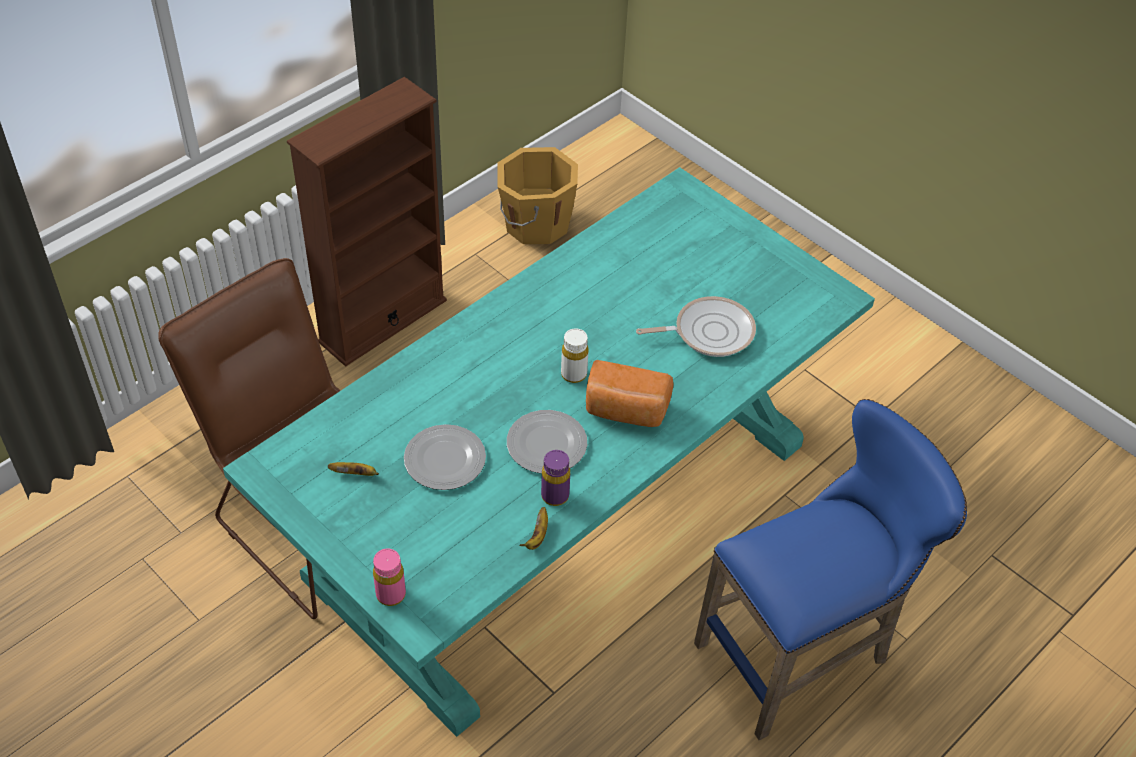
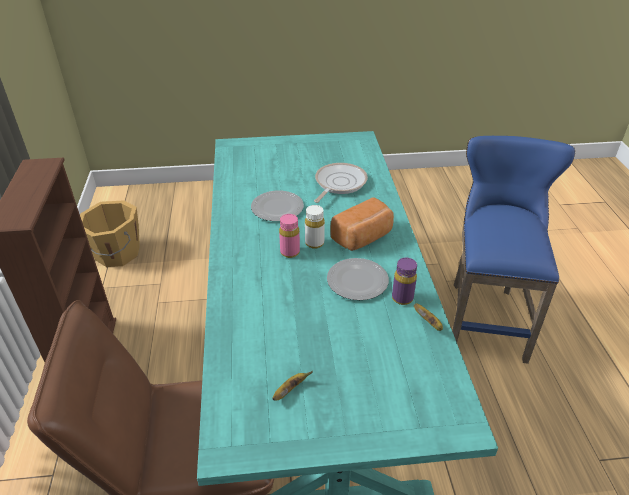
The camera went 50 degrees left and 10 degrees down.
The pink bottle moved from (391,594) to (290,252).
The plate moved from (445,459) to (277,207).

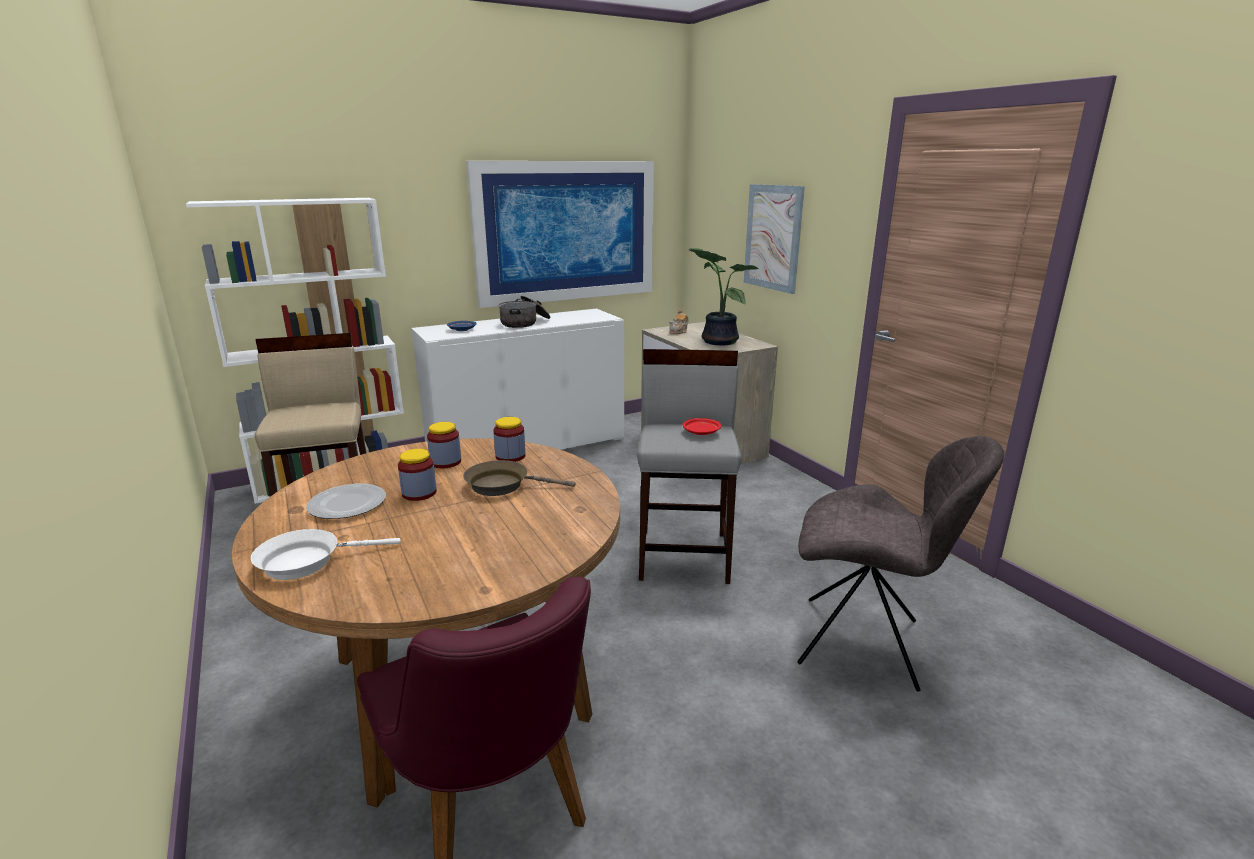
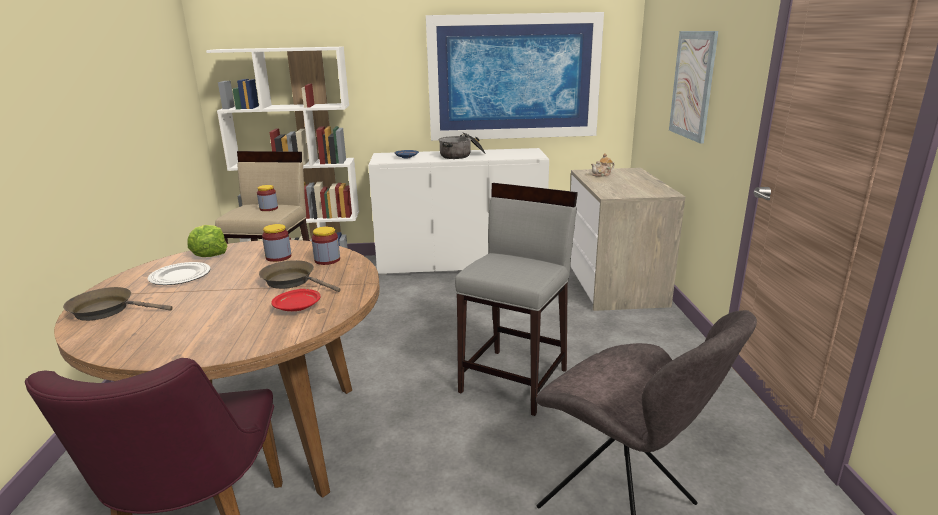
The camera went 25 degrees right and 0 degrees up.
The potted plant at (717,341) disappeared.
The lettuce at (209,253) appeared.
The jar moved from (419,493) to (268,208).
The red plate moved from (701,432) to (298,307).
The white frying pan at (306,561) became the brown frying pan at (107,310).

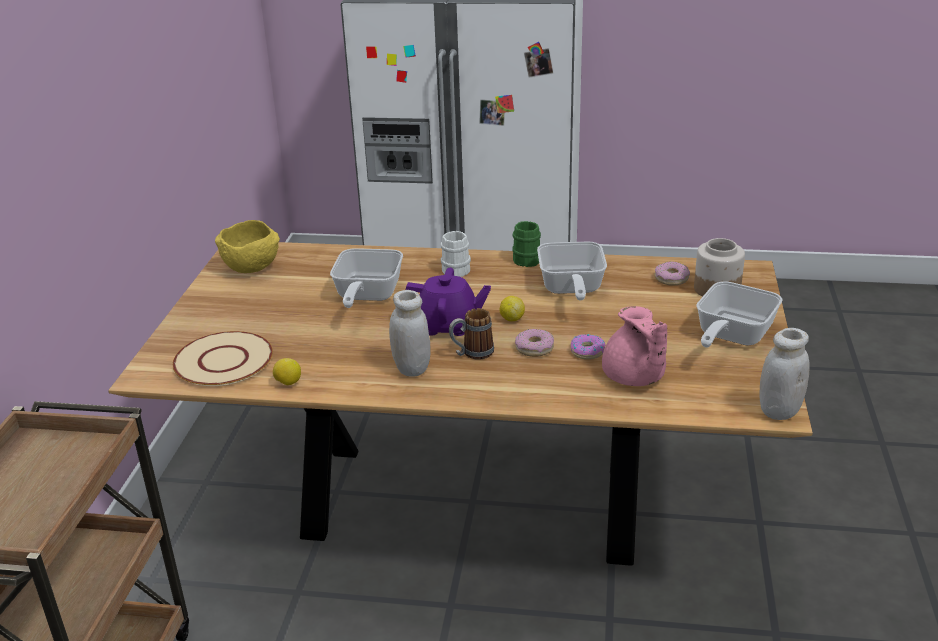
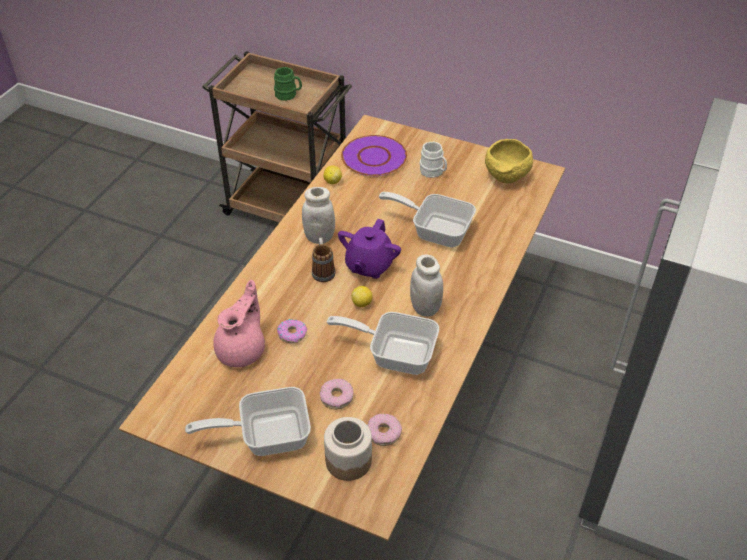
The camera went 105 degrees right and 15 degrees up.
The white mug moved from (458,269) to (433,172).
The green mug moved from (526,258) to (288,95).
The donut moved from (534,348) to (336,397).
The white jar moved from (779,411) to (425,308).
The beige plate at (223,360) became the purple plate at (374,157).
The pink teapot at (634,378) turned 120 degrees clockwise.
The frying pan at (730,336) turned 60 degrees counterclockwise.

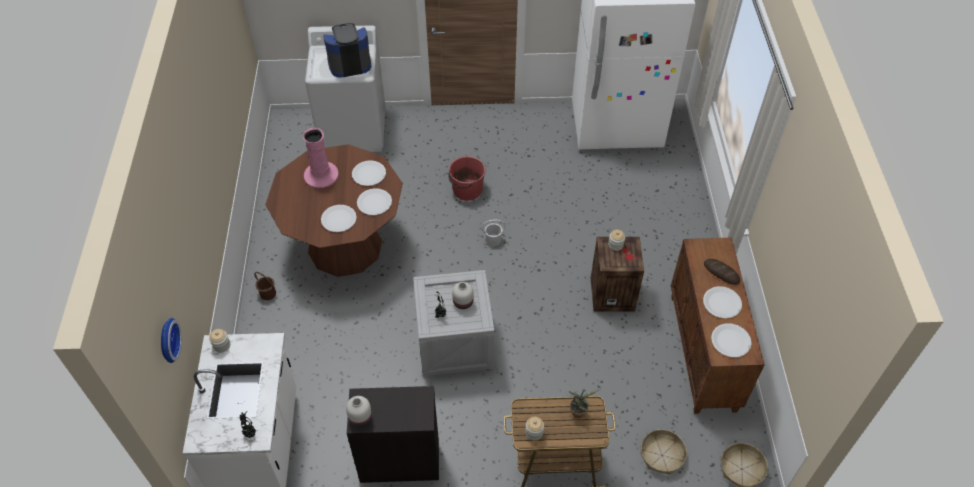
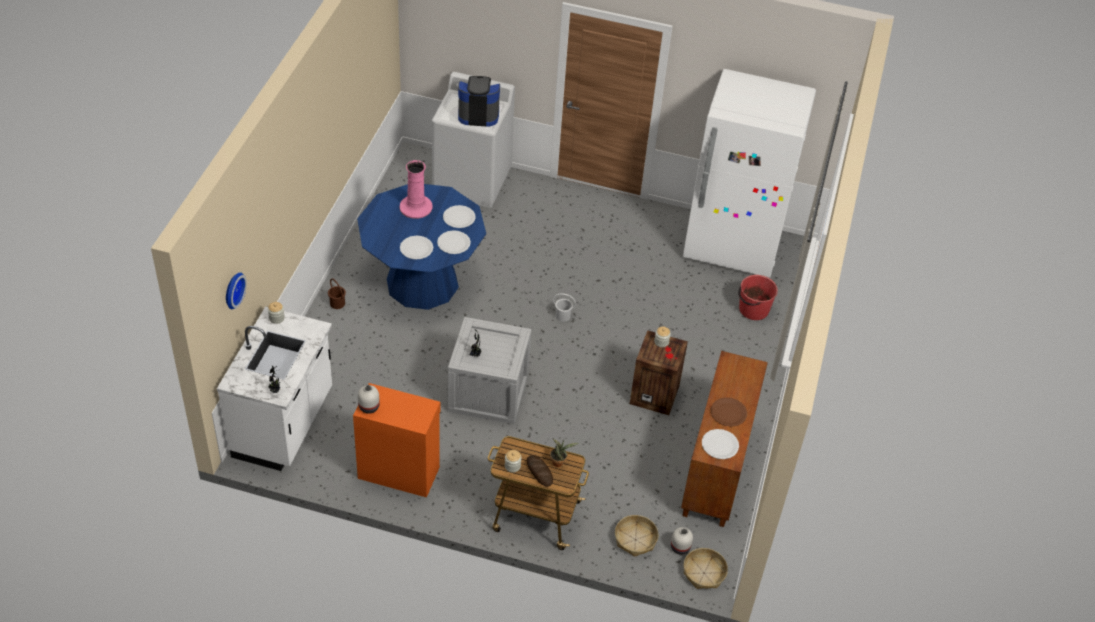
The camera went 15 degrees right and 5 degrees down.
The red bucket moved from (467,190) to (753,309).
The white vase moved from (462,302) to (679,547).
The bread moved from (721,273) to (539,472).
The brown dining table at (345,246) became the blue dining table at (422,283).
The black cabinet at (399,460) became the orange cabinet at (398,471).
The white plate at (722,303) became the brown plate at (728,413).

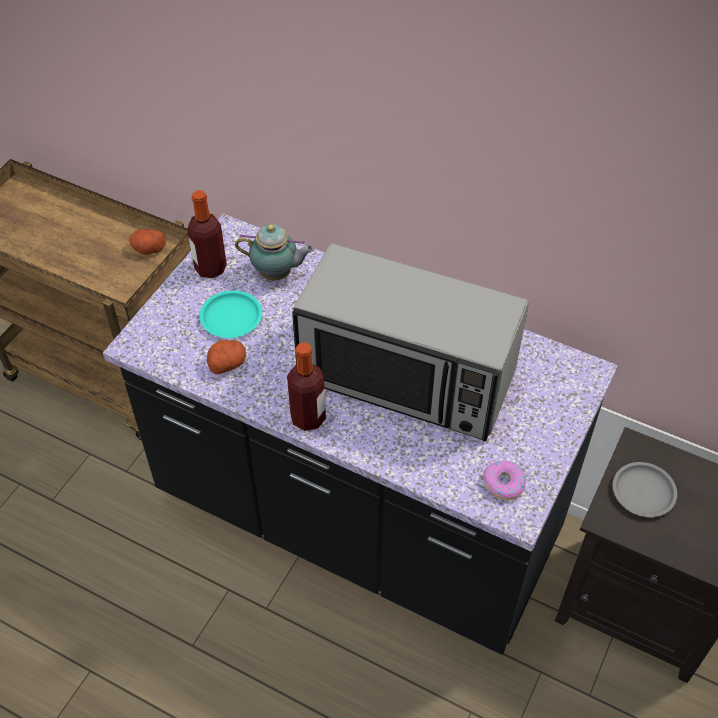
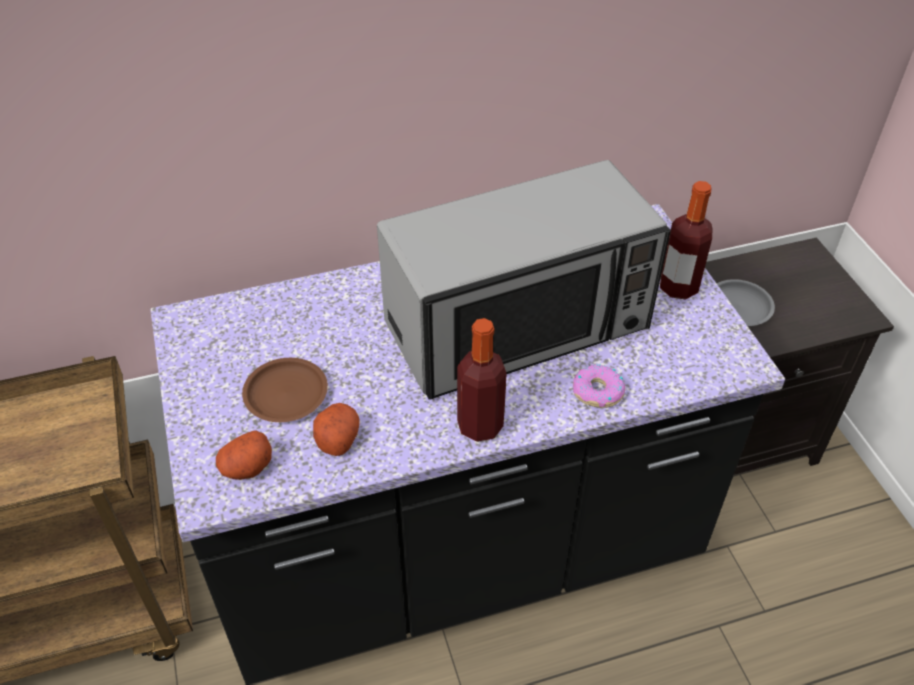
The camera went 45 degrees left and 5 degrees down.
The teapot at (277,274) disappeared.
The potato moved from (148,249) to (247,467).
The bottle moved from (210,268) to (678,287).
The donut moved from (503,483) to (597,392).
The turquoise plate at (231,318) became the brown plate at (287,394).

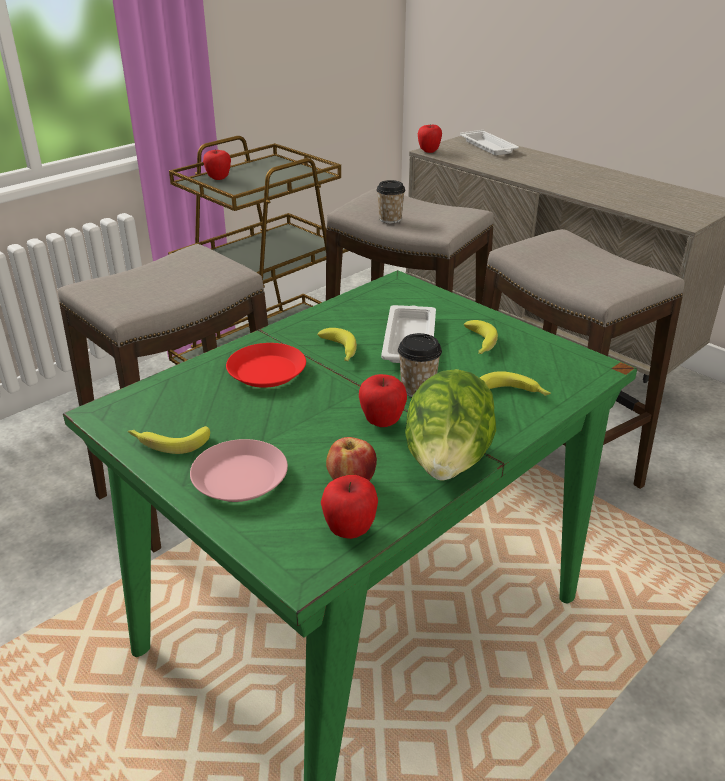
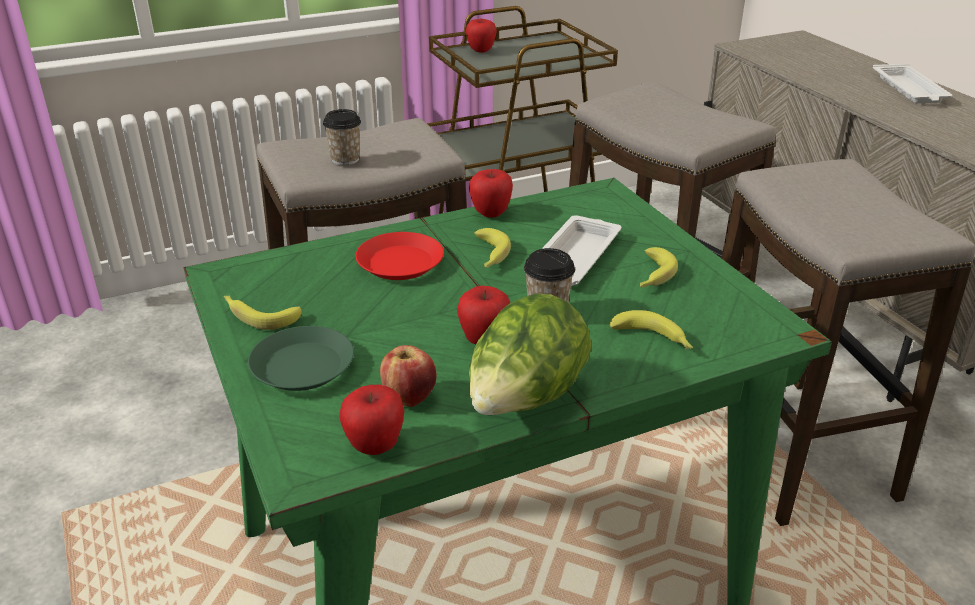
The camera went 20 degrees right and 0 degrees up.
The cup moved from (390,219) to (345,159).
The apple moved from (429,151) to (490,213).
The white tray moved from (489,147) to (909,90).
The pink plate at (240,477) became the green plate at (303,366).

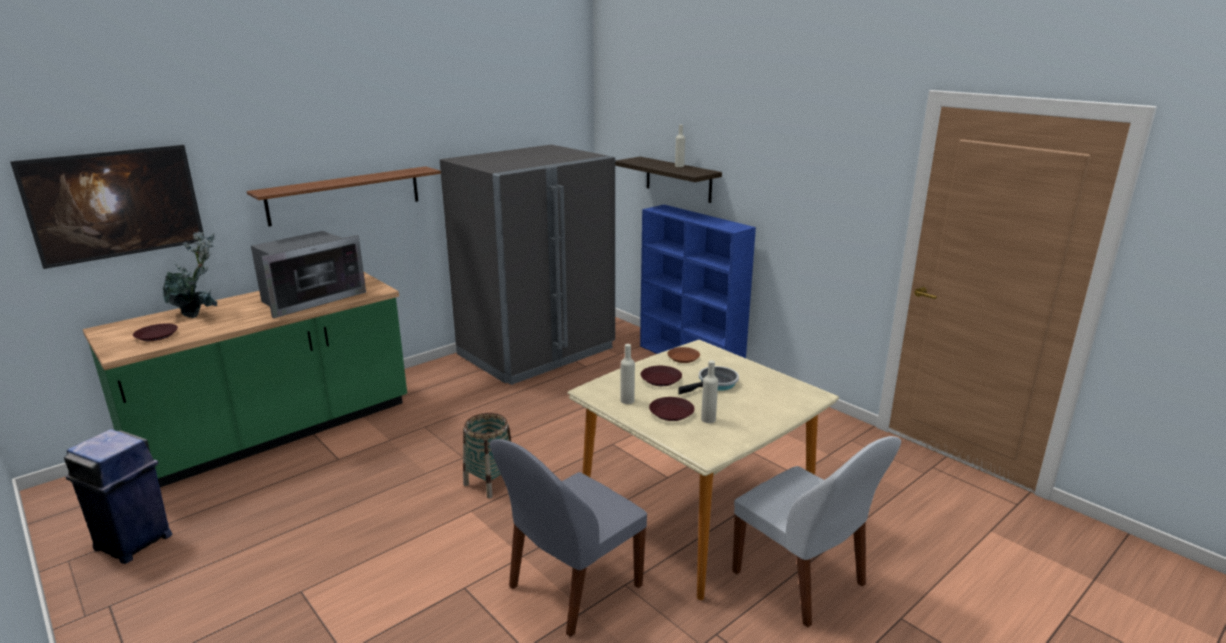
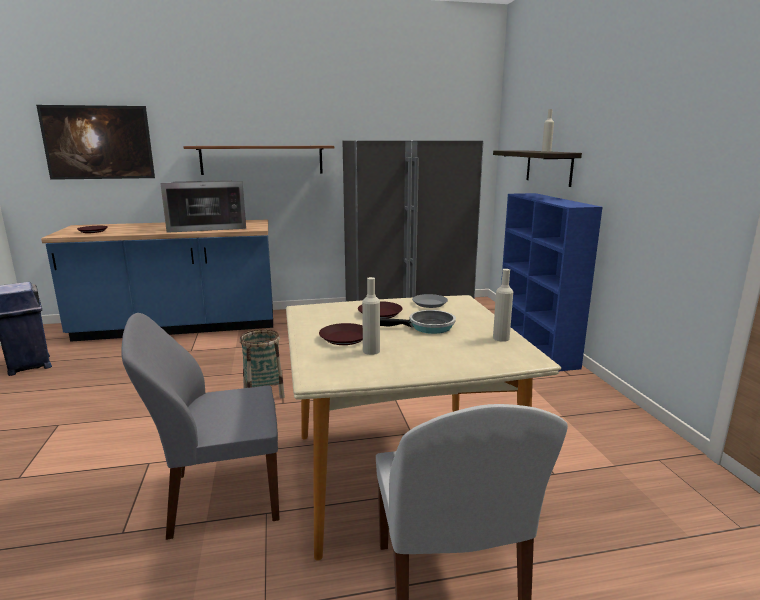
The camera went 30 degrees right and 5 degrees down.
The potted plant at (199,314) disappeared.
The beige bottle moved from (627,400) to (501,338).
The green counter at (275,433) became the blue counter at (178,327).
The brown plate at (683,357) became the grey plate at (430,303).

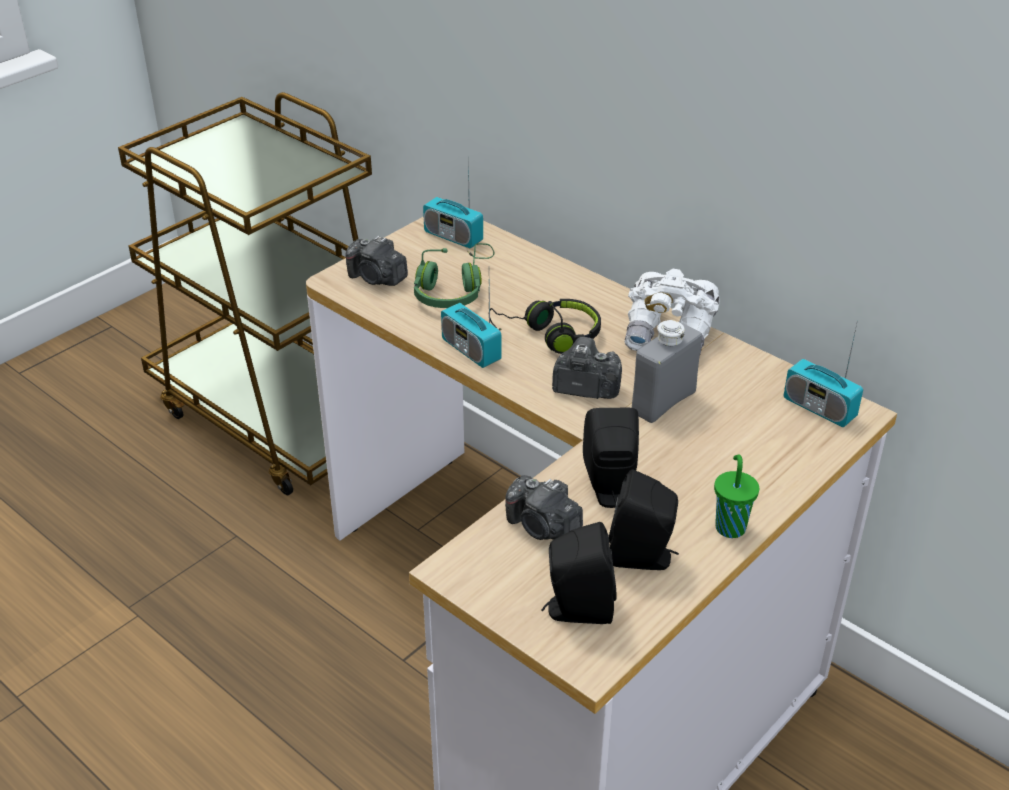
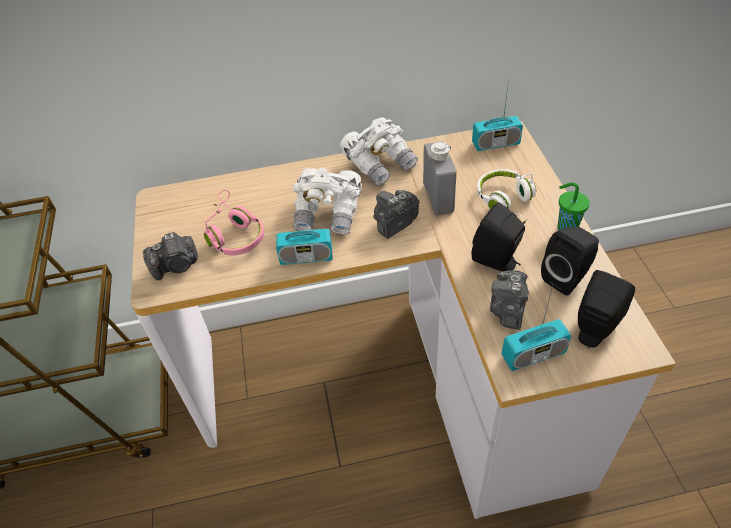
The camera went 50 degrees left and 10 degrees up.
The white headphones at (507,204) appeared.
The radio moved from (453,237) to (533,355).
The black headphones at (549,335) was replaced by the white binoculars at (329,213).
The green headphones at (453,290) became the pink headphones at (234,233).
The photo camera at (542,527) turned 120 degrees clockwise.

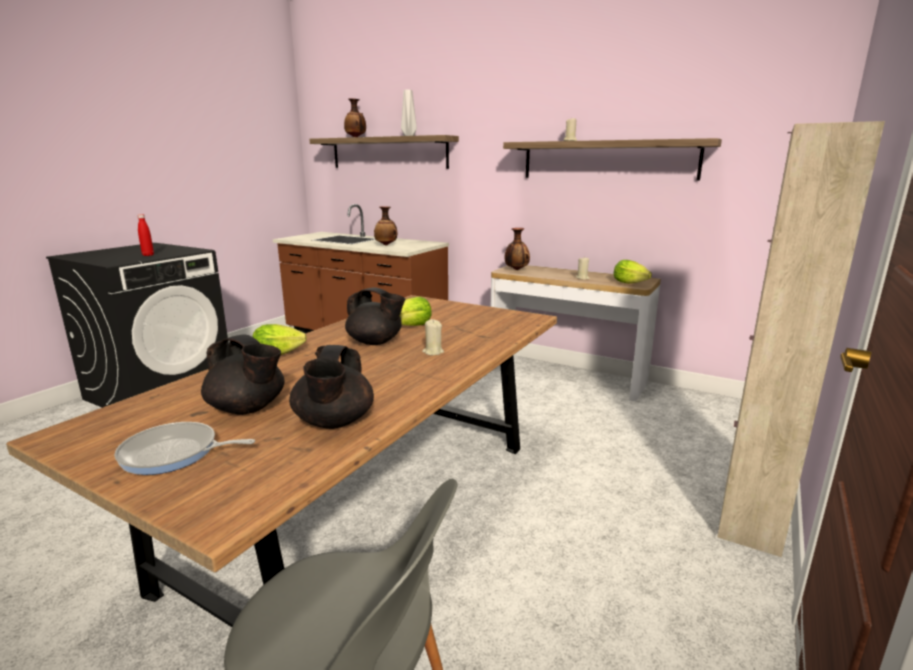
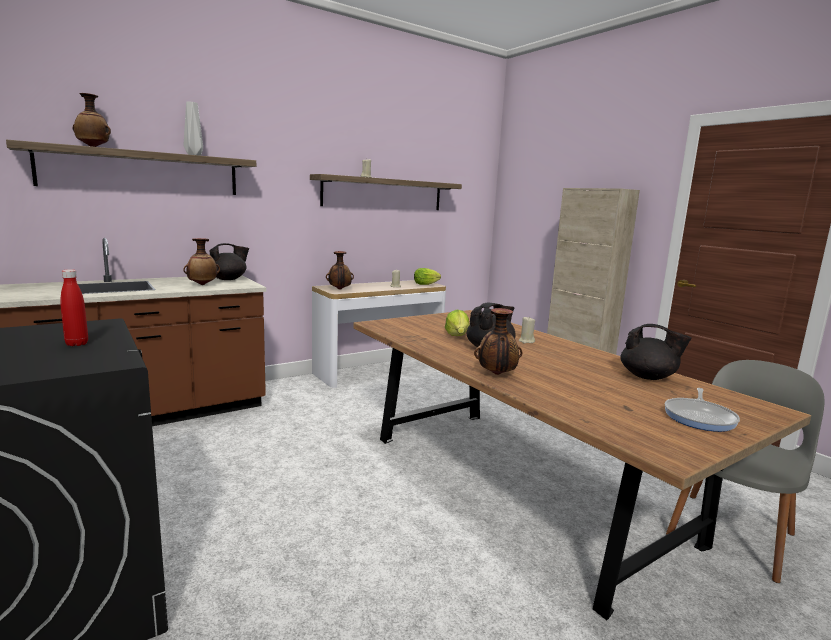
The camera went 65 degrees left and 5 degrees down.
The black teapot moved from (248,408) to (228,279).
The lettuce at (281,354) was replaced by the vase at (496,374).

